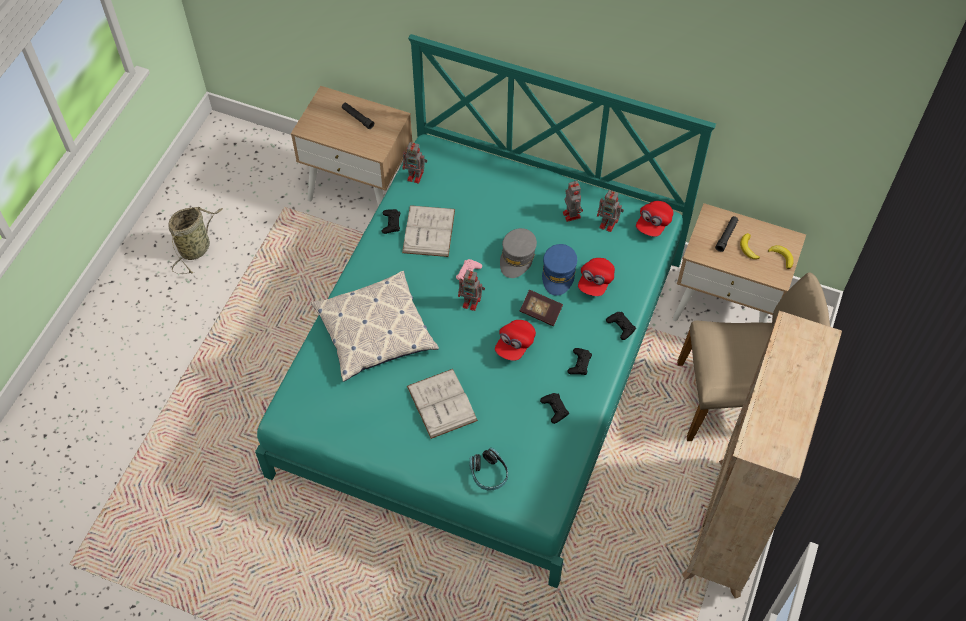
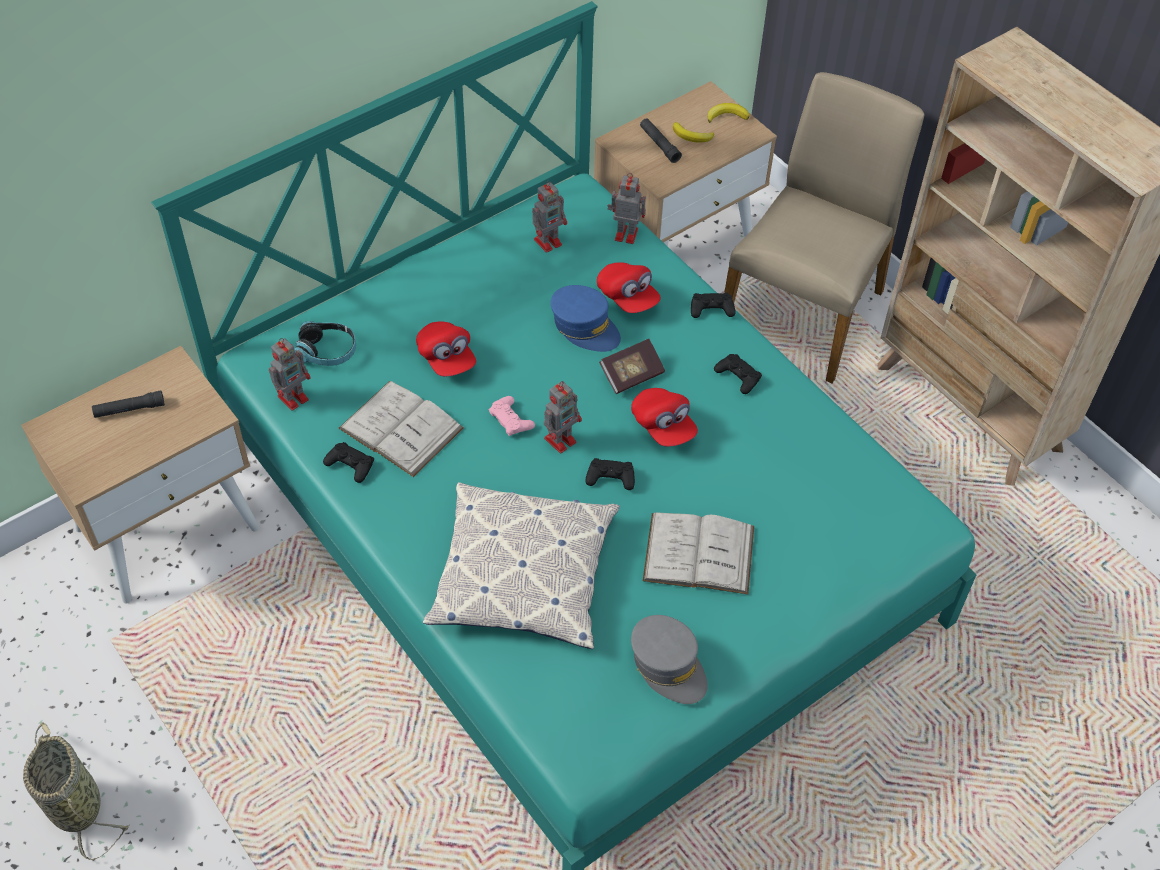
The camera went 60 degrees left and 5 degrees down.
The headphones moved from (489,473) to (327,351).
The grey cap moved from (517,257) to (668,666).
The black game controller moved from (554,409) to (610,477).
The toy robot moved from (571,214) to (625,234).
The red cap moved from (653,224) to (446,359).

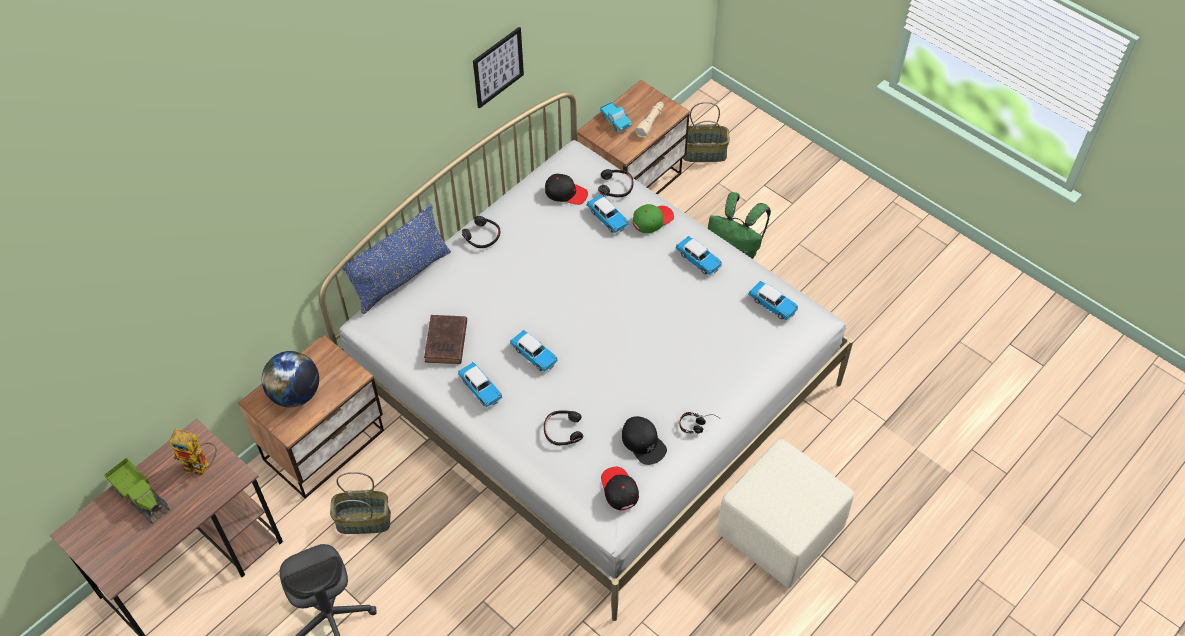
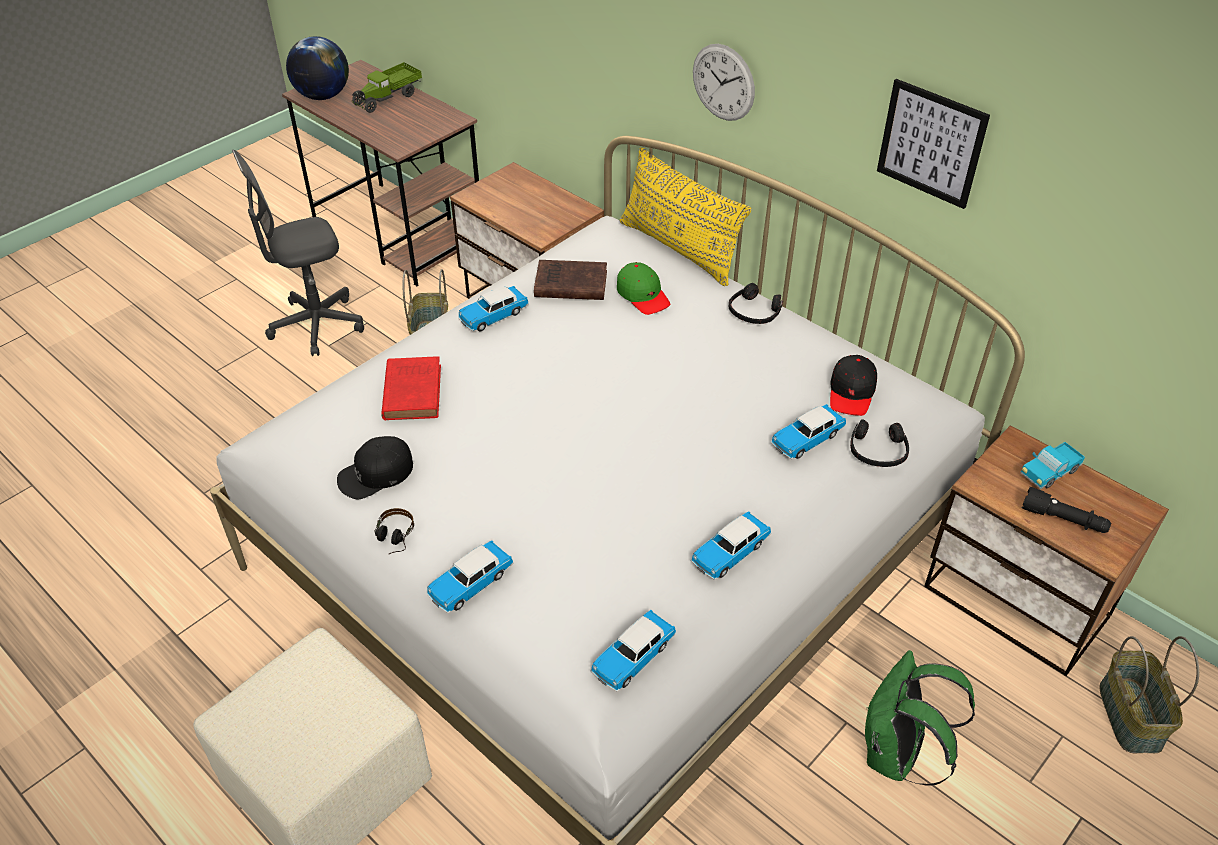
The camera went 90 degrees right and 10 degrees down.
The toy robot at (202,466) disappeared.
The black cap at (619,490) disappeared.
The wall clock at (723,82) appeared.
The globe moved from (295,394) to (323,96).
The toy car moved from (534,355) to (470,584).
The green cap moved from (652,220) to (643,295).
The black headphones at (563,431) was replaced by the red book at (412,391).
The blue pillow at (401,277) became the yellow pillow at (679,249).
The beige flashlight at (650,122) became the black flashlight at (1063,520).

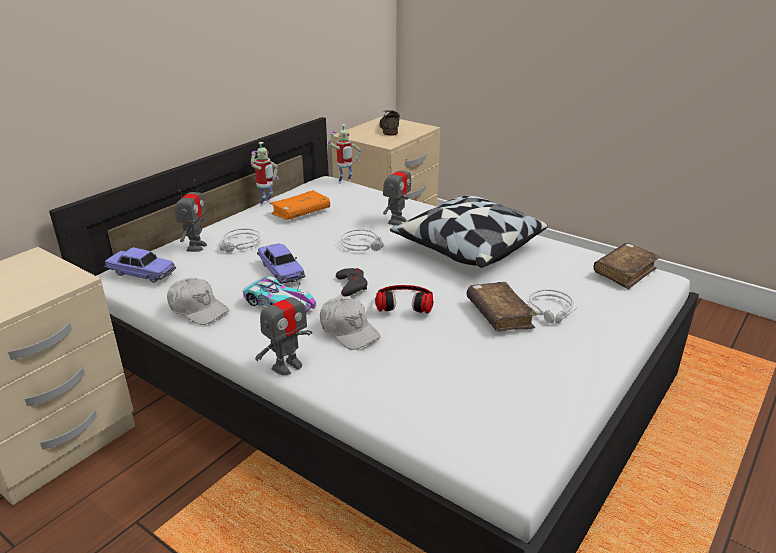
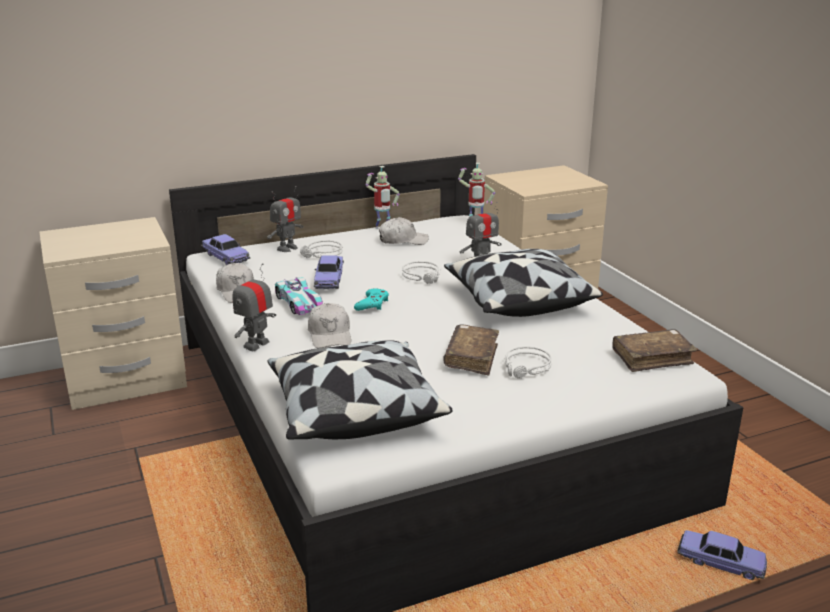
The camera went 30 degrees right and 5 degrees down.
The headphones at (404,302) disappeared.
The grey shoe at (389,128) disappeared.
The pillow at (354,411) appeared.
The toy car at (720,563) appeared.
The orange book at (301,213) was replaced by the white cap at (403,240).
The grey game controller at (352,285) became the turquoise game controller at (372,304).
The toy robot at (287,366) turned 135 degrees clockwise.

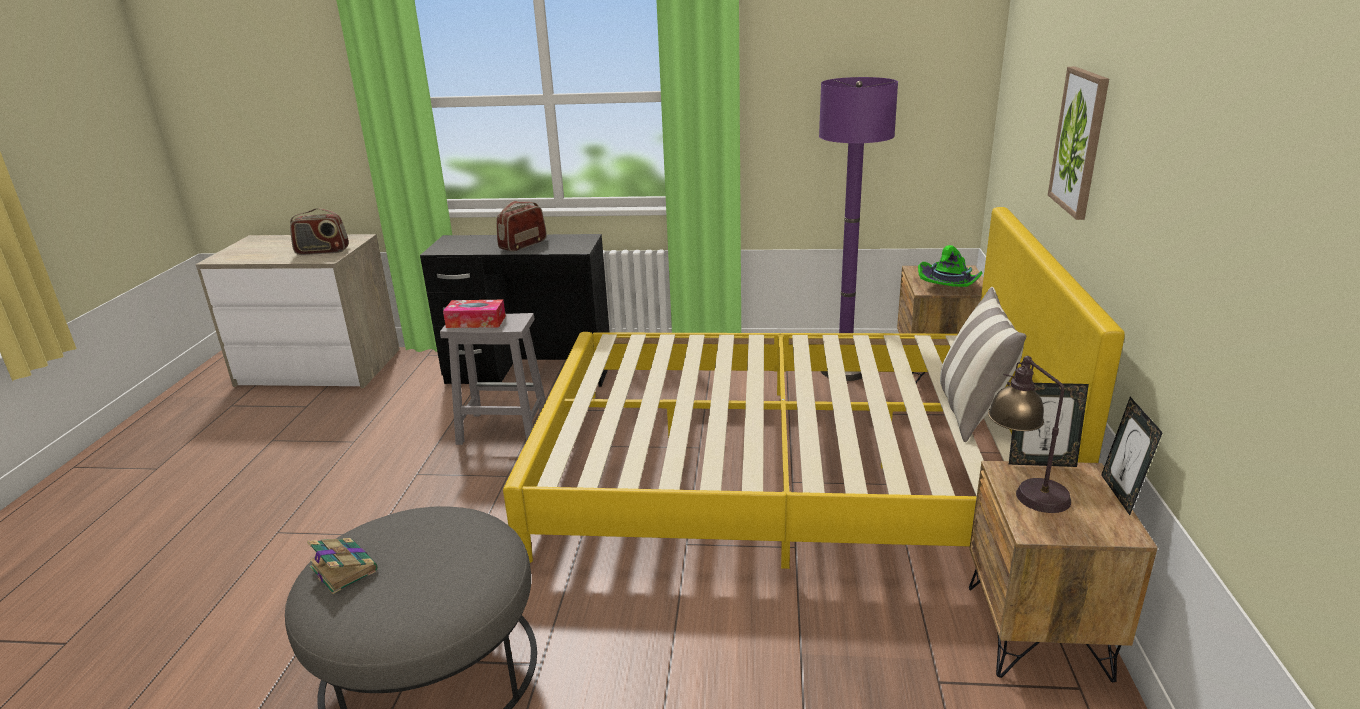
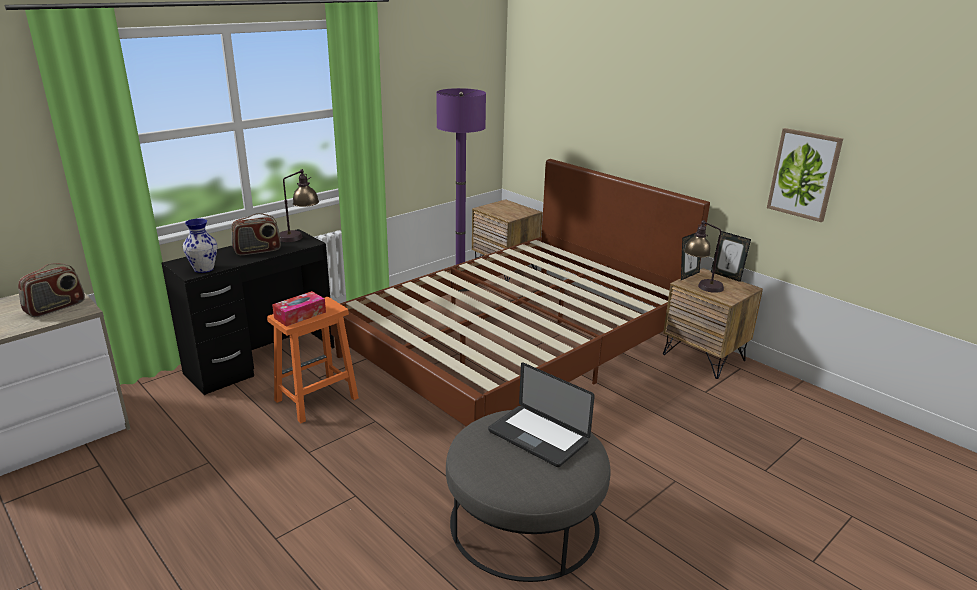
The camera went 50 degrees left and 0 degrees up.
The book at (343,568) disappeared.
The green hat at (949,286) disappeared.
The pillow at (972,411) disappeared.
The vase at (203,269) appeared.
The table lamp at (299,237) appeared.
The laptop at (538,437) appeared.
The picture moved from (1080,141) to (804,174).
The grey stool at (502,429) became the orange stool at (315,400).
The yellow bed at (782,471) became the brown bed at (518,345).
The radio at (523,245) turned 105 degrees counterclockwise.

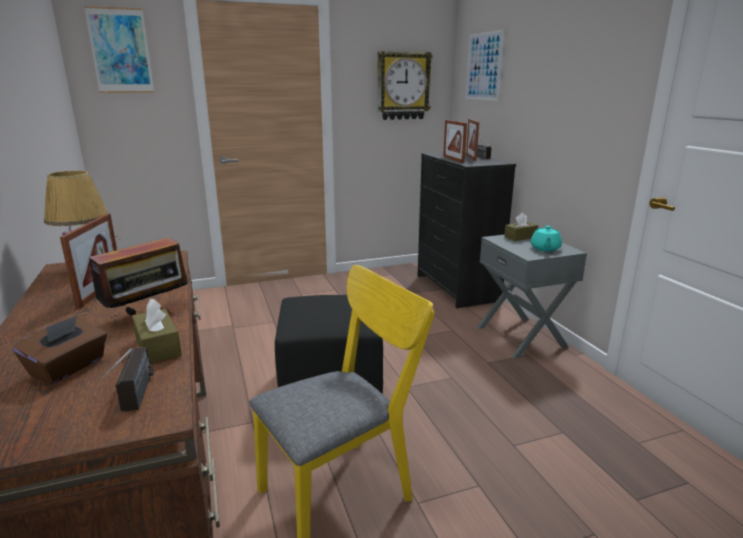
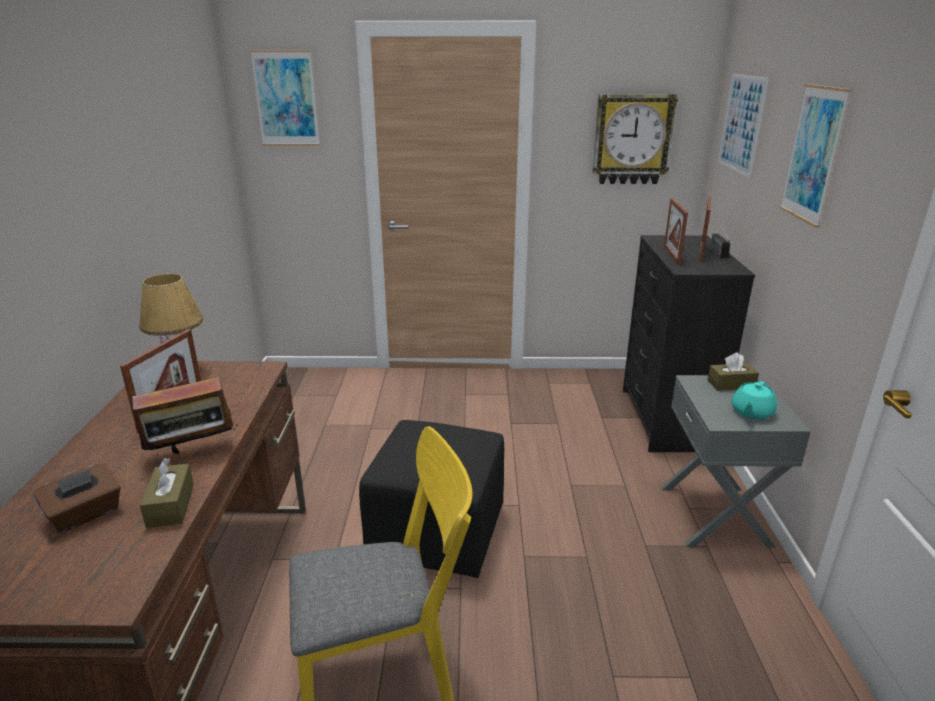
The camera went 20 degrees right and 5 degrees up.
The radio at (135,401) disappeared.
The picture at (813,154) appeared.

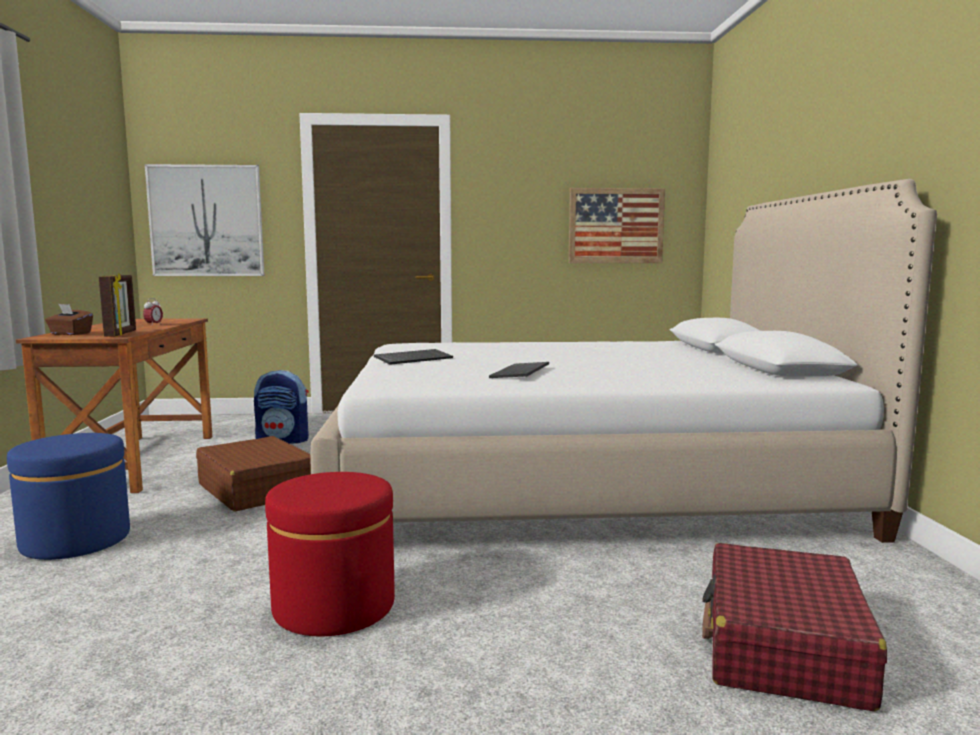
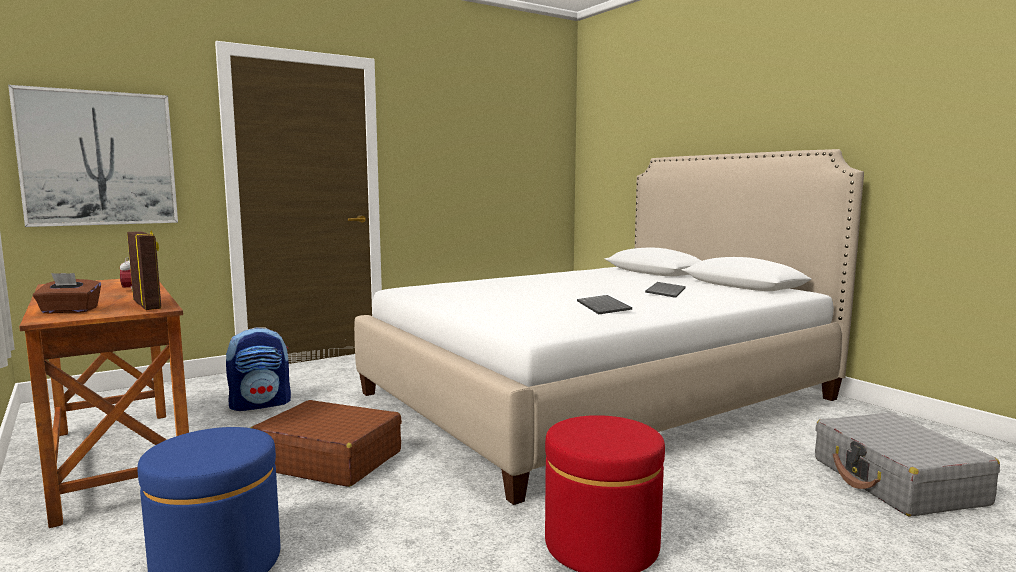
The camera went 30 degrees left and 0 degrees up.
The picture at (616,226) disappeared.
The keyboard moved from (414,359) to (664,291).
The red suitcase at (783,647) became the grey suitcase at (897,482).

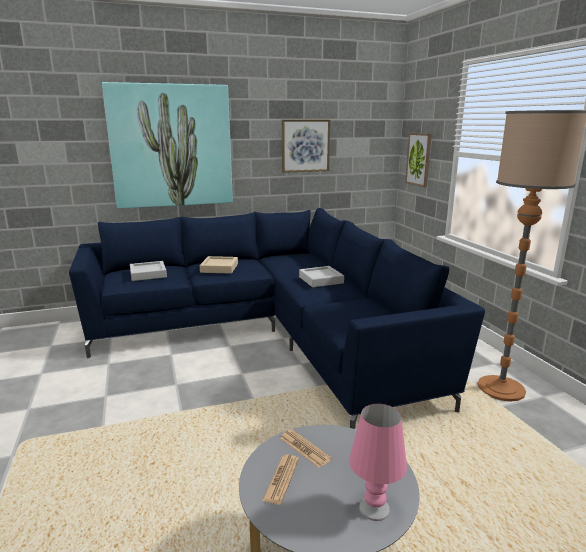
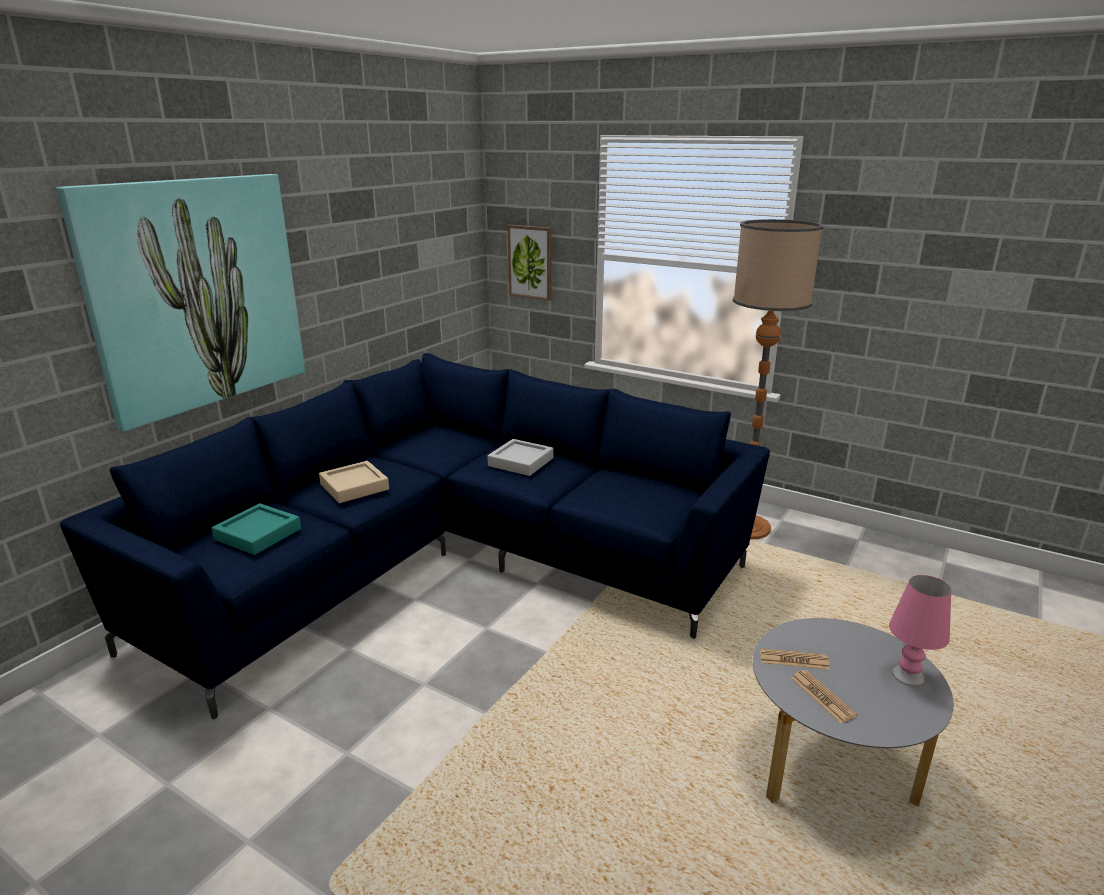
The camera went 40 degrees left and 5 degrees up.
The picture at (305,145) disappeared.
The grey tray at (148,274) became the turquoise tray at (258,534).

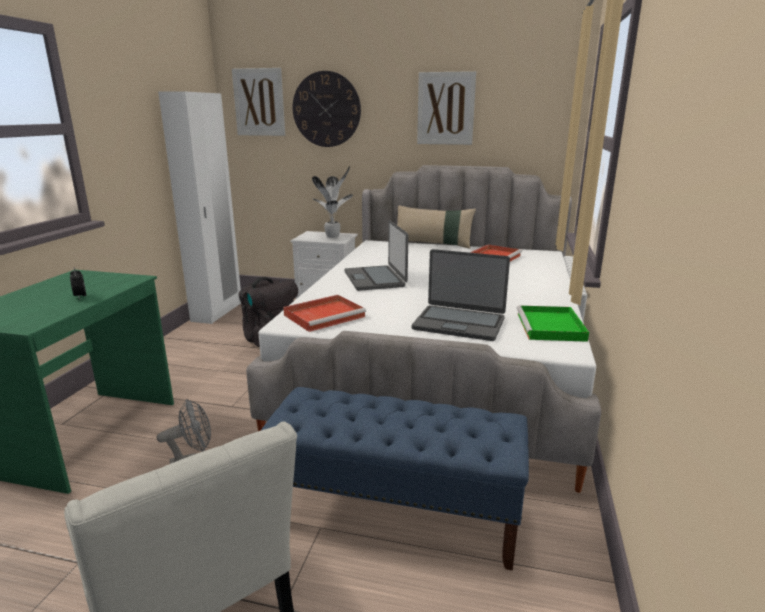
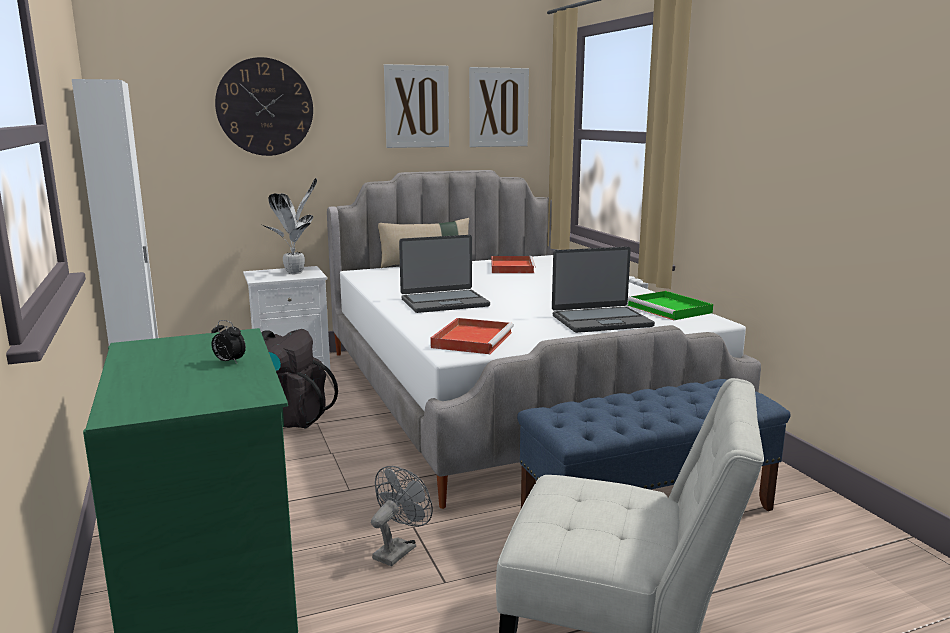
The camera went 35 degrees left and 5 degrees down.
The picture moved from (259,102) to (498,107).
The laptop at (375,279) turned 60 degrees counterclockwise.

